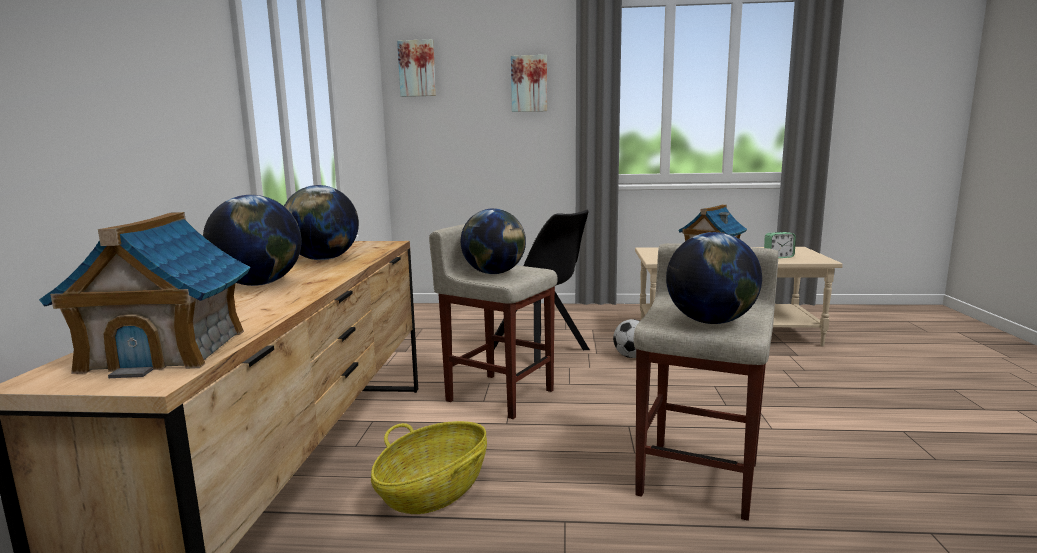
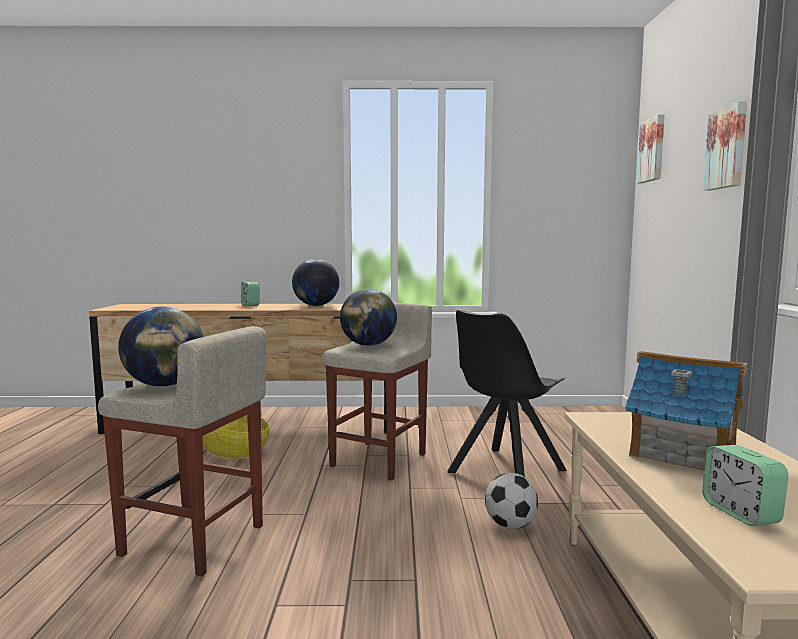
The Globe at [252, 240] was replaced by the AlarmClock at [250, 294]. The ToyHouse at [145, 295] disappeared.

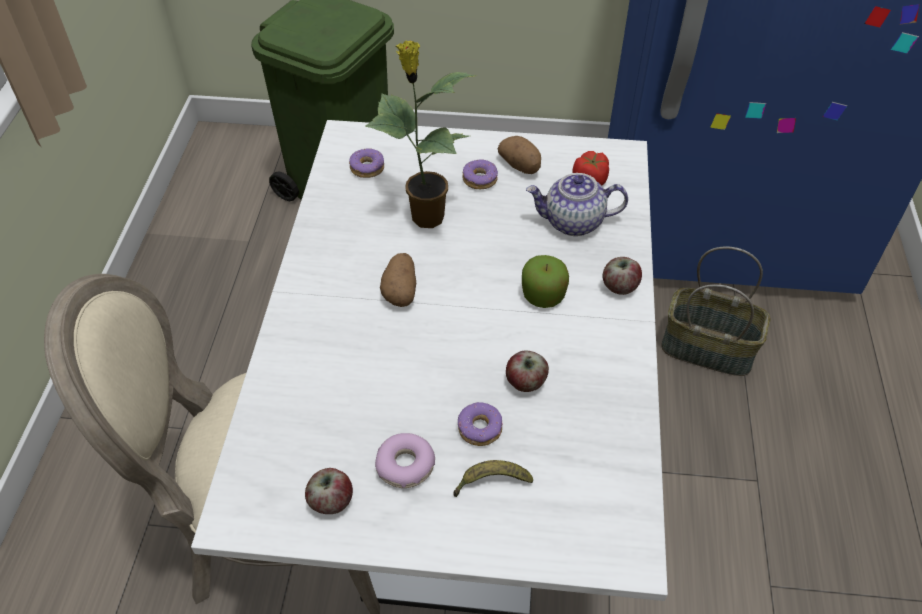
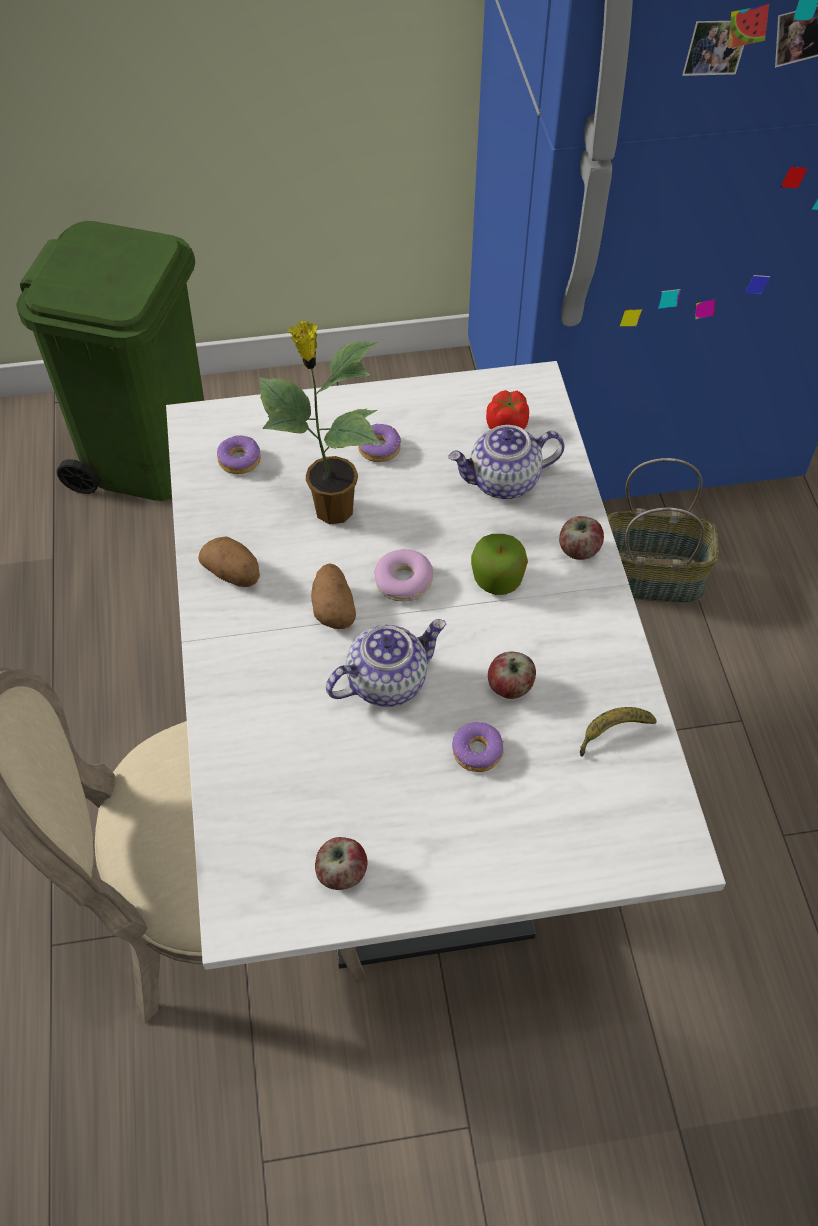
The Potato moved from [519, 155] to [229, 562]. The Donut moved from [405, 460] to [404, 575]. The Banana moved from [493, 478] to [618, 731]. The Teapot at [386, 663] appeared.

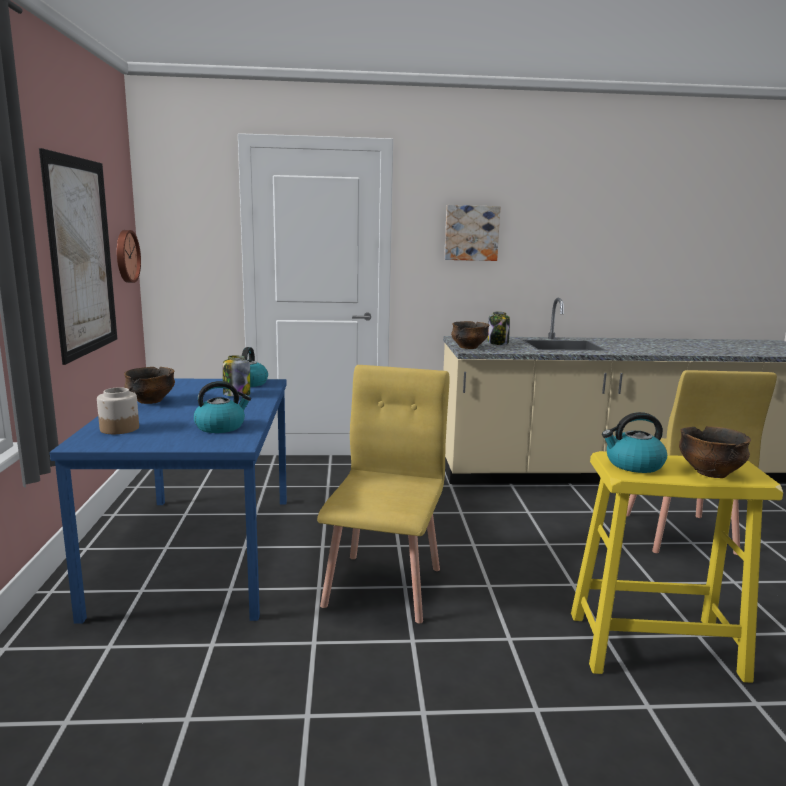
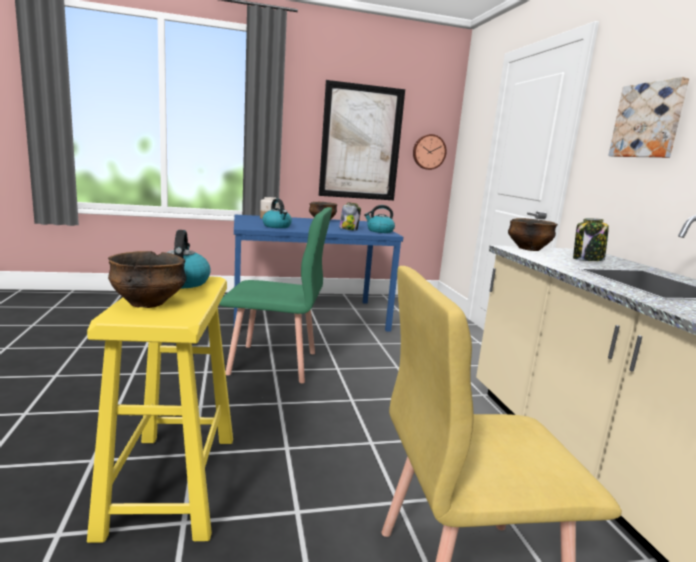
The YellowChair at [383, 494] became the GreenChair at [275, 295].

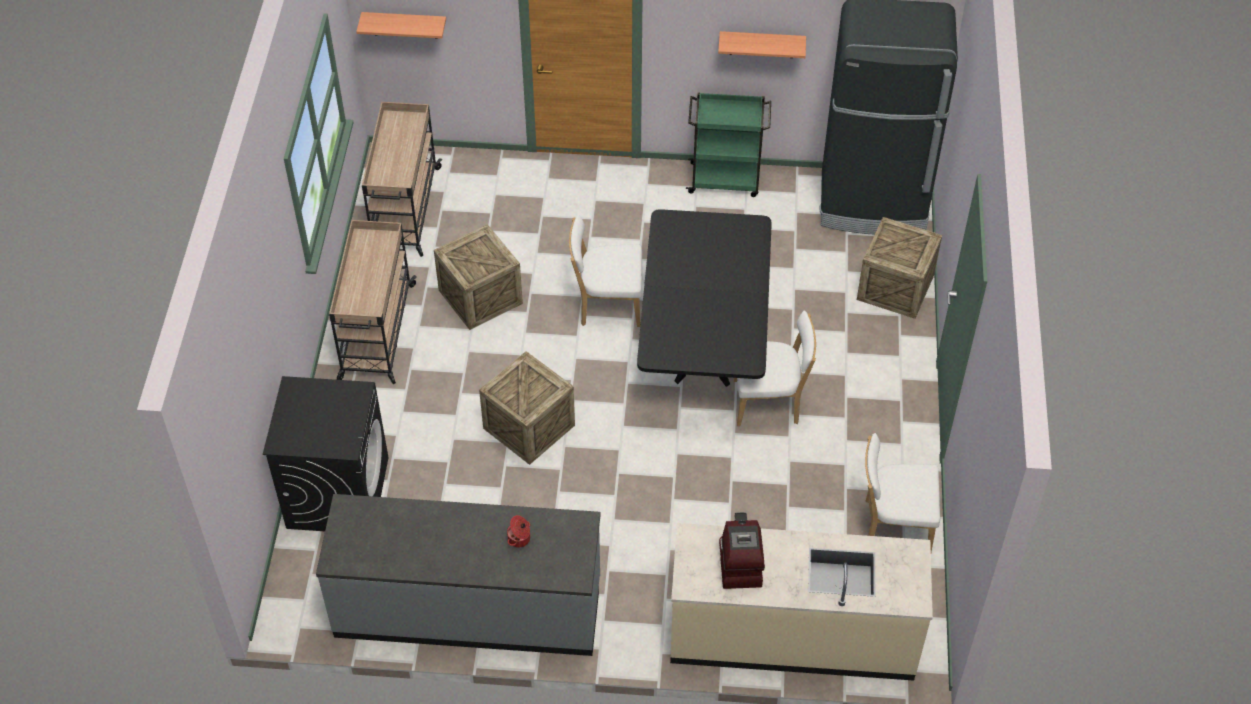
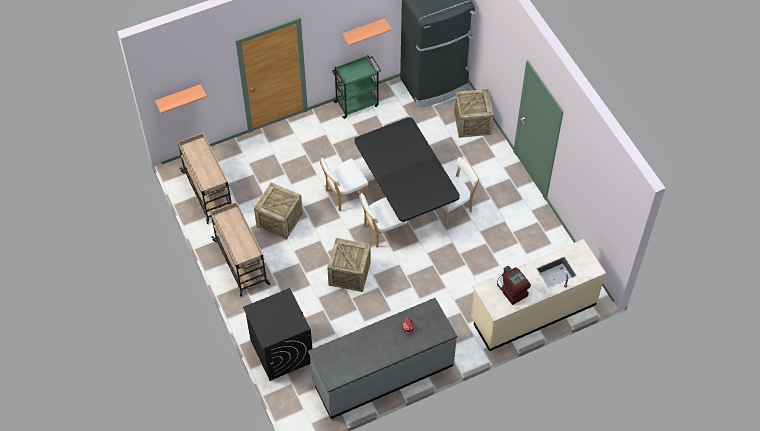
The WhiteChair moved from [902, 492] to [383, 220].

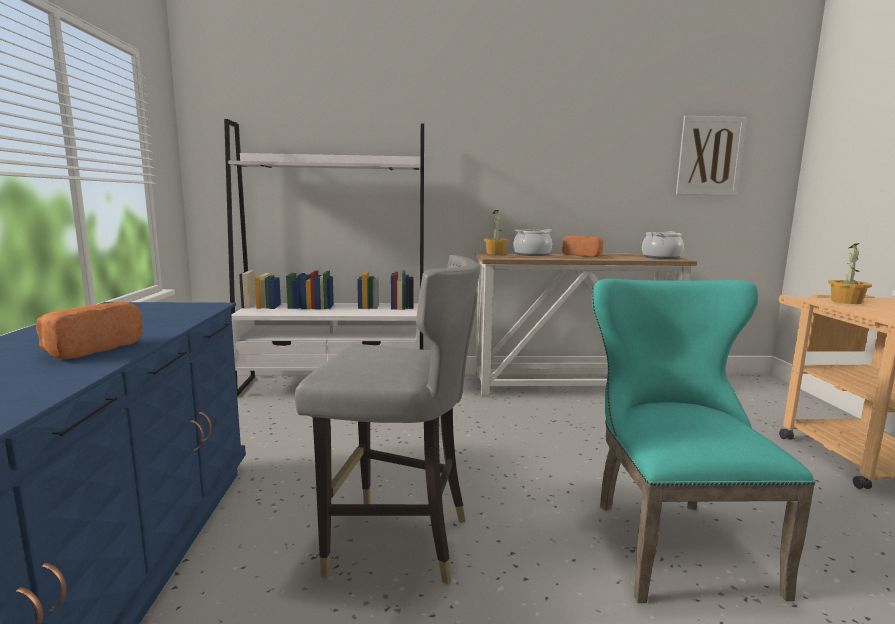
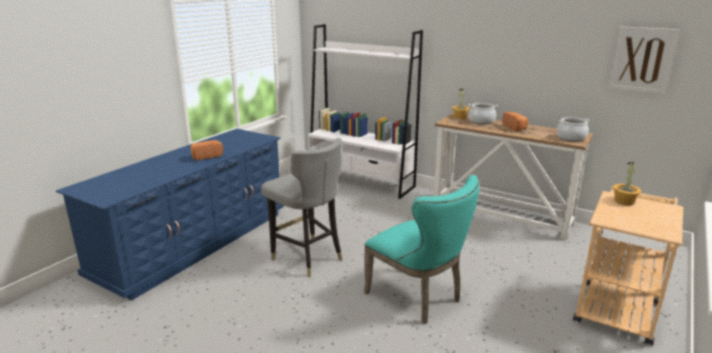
The TurquoiseChair at [703, 441] turned 105 degrees clockwise.

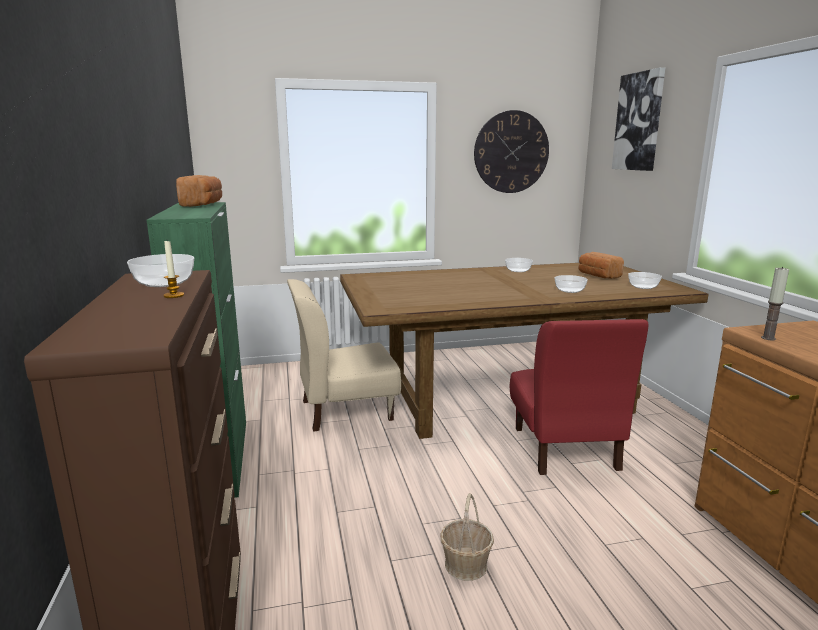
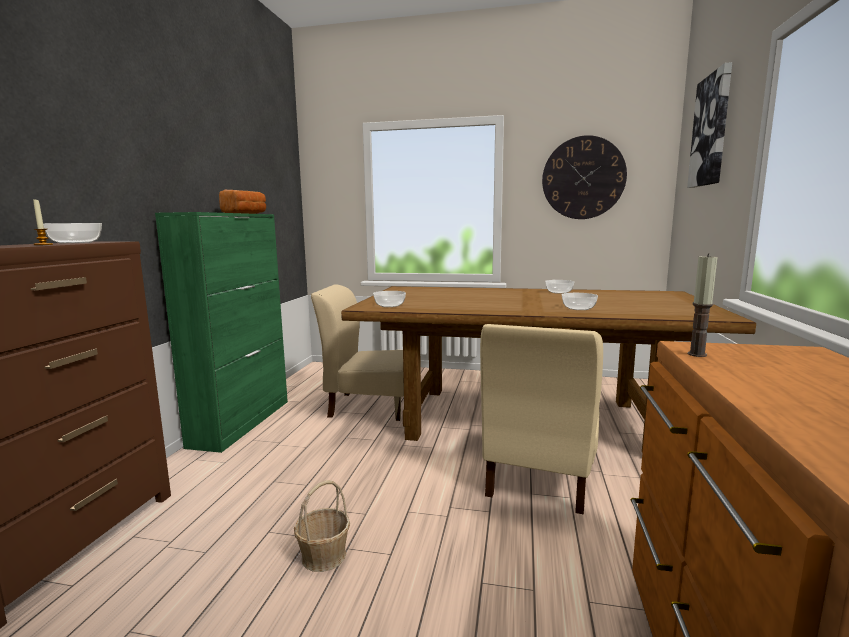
The Bread at [601, 265] disappeared. The Bowl moved from [645, 280] to [389, 299]. The RedChair at [579, 397] became the BeigeChair at [541, 419].

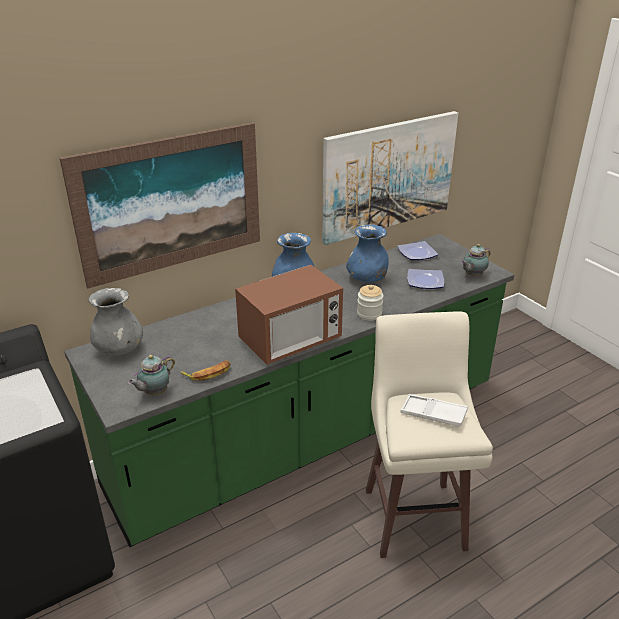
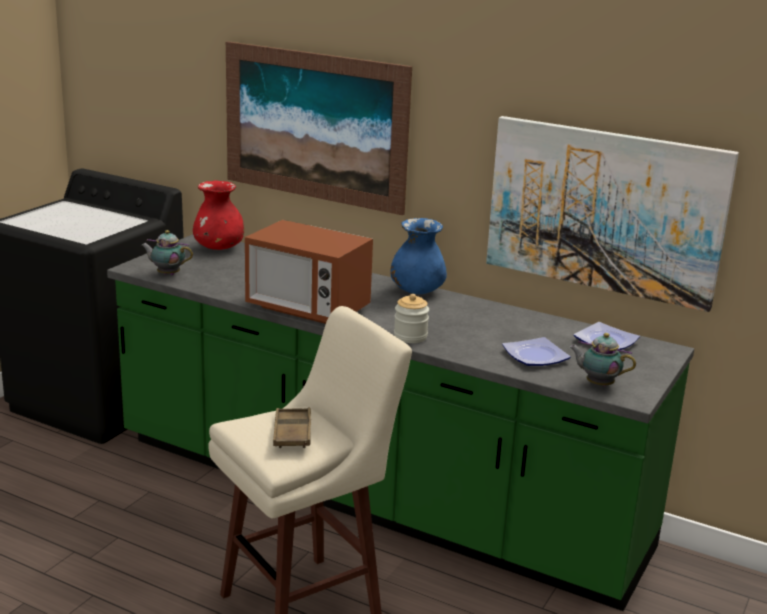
The BlueVase at [367, 253] disappeared. The GreyVase at [115, 321] became the RedVase at [218, 215]. The Banana at [205, 371] disappeared. The WhiteTray at [434, 410] became the BrownTray at [292, 428].

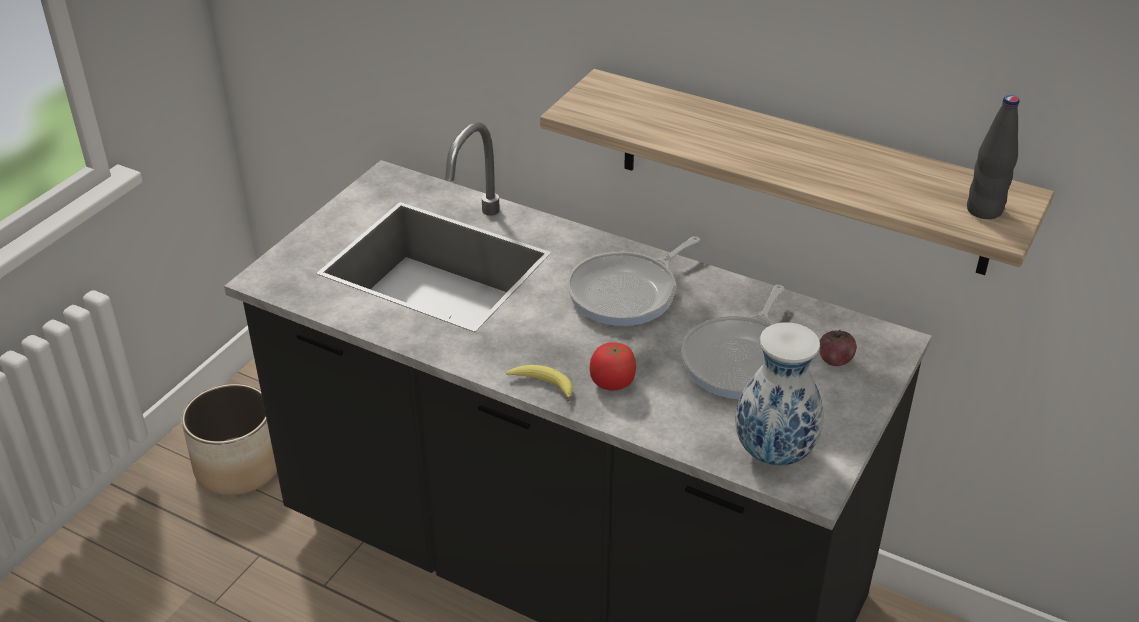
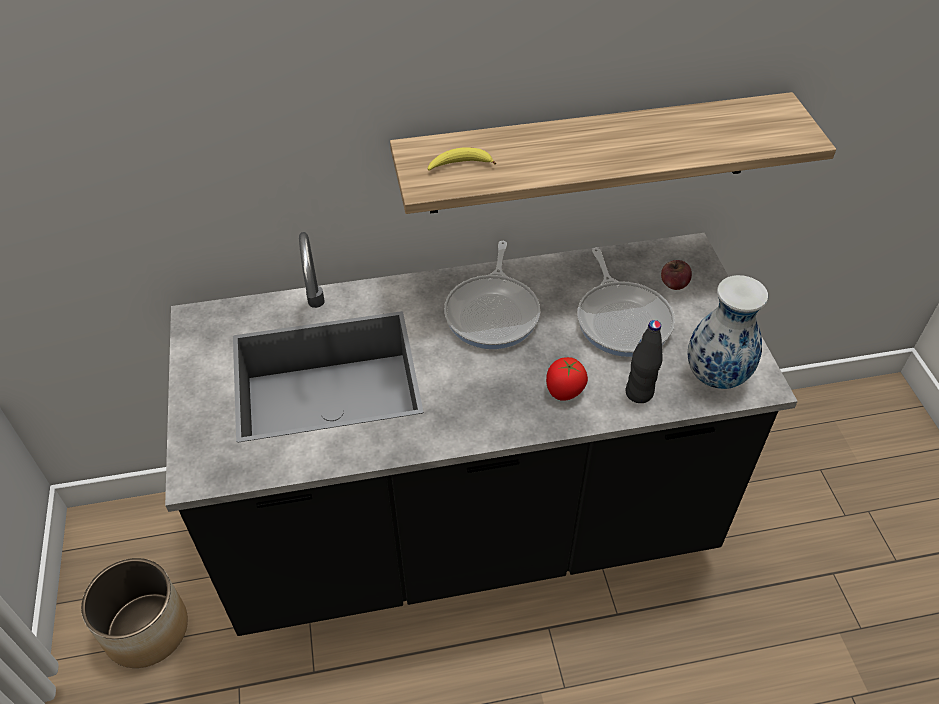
The BlackBottle moved from [993, 157] to [644, 361]. The Banana moved from [539, 383] to [461, 159].

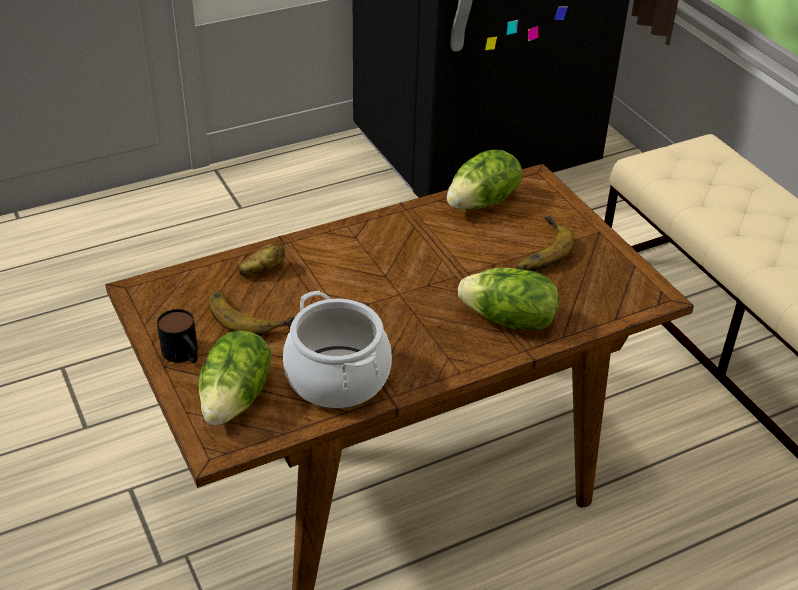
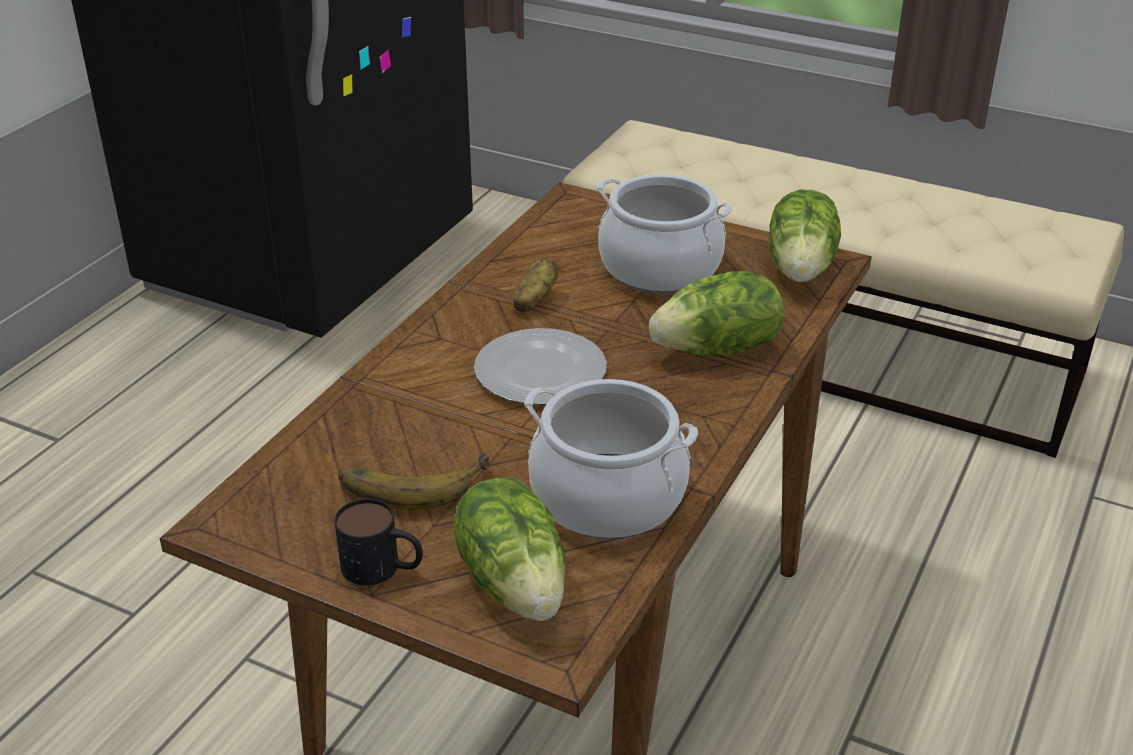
The Lettuce moved from [484, 180] to [805, 236]. The Banana at [545, 243] was replaced by the CookingPot at [664, 233]. The Potato moved from [261, 259] to [536, 285]. The Plate at [540, 366] appeared.

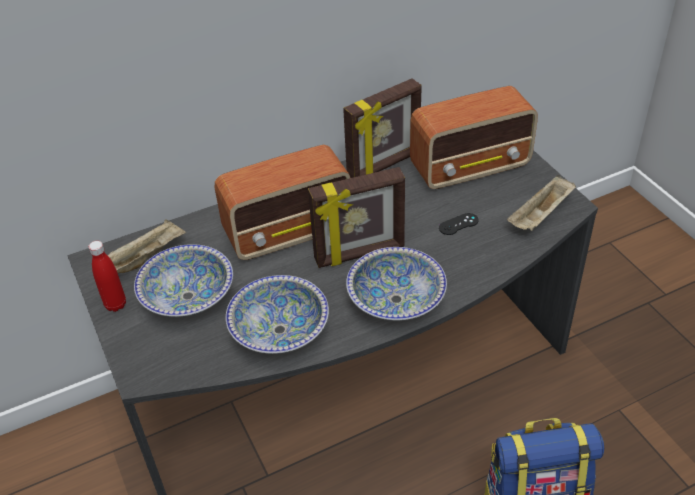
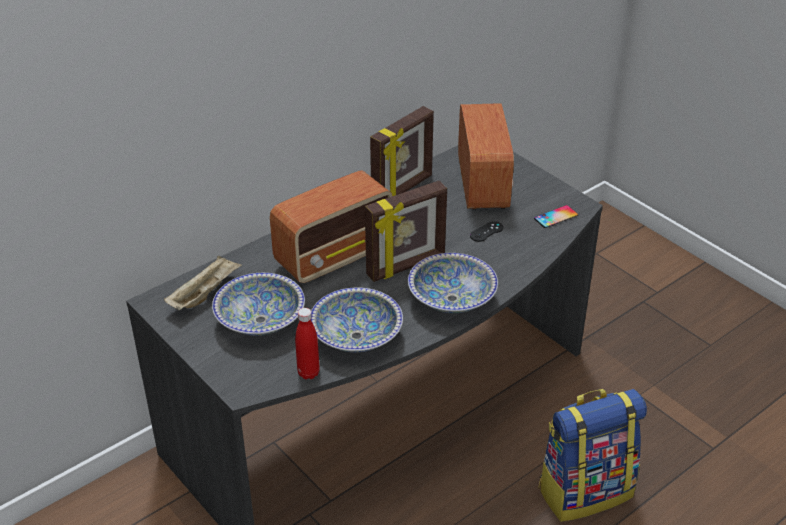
The Radio at [474, 138] turned 60 degrees counterclockwise. The BeigeTray at [541, 203] was replaced by the Phone at [556, 216]. The RedBottle moved from [107, 276] to [307, 343].

